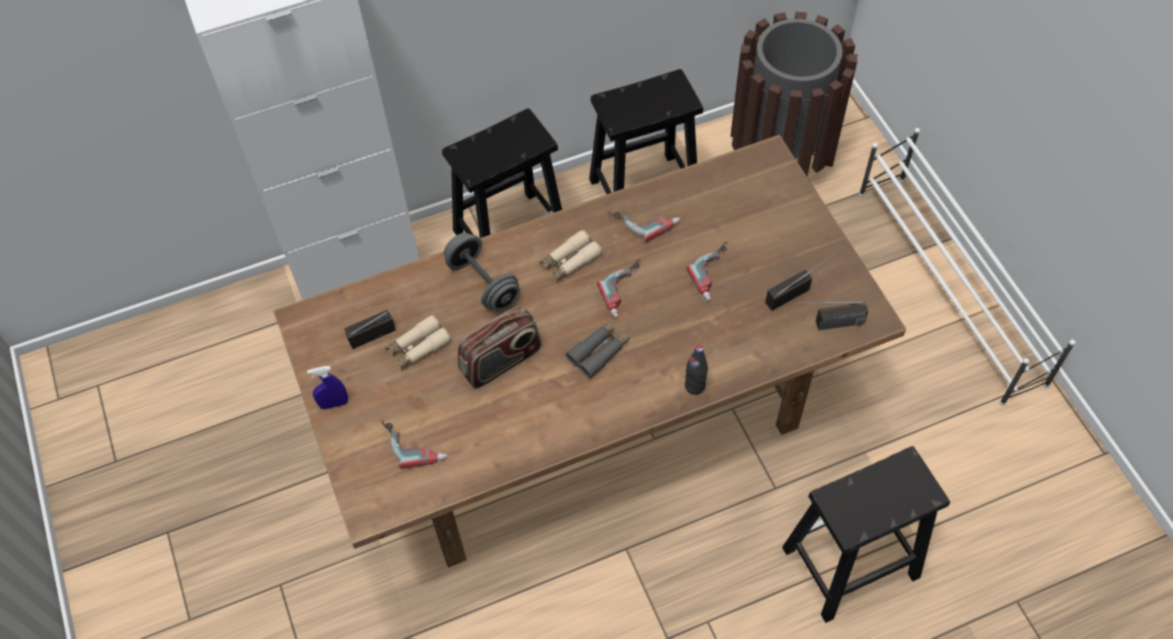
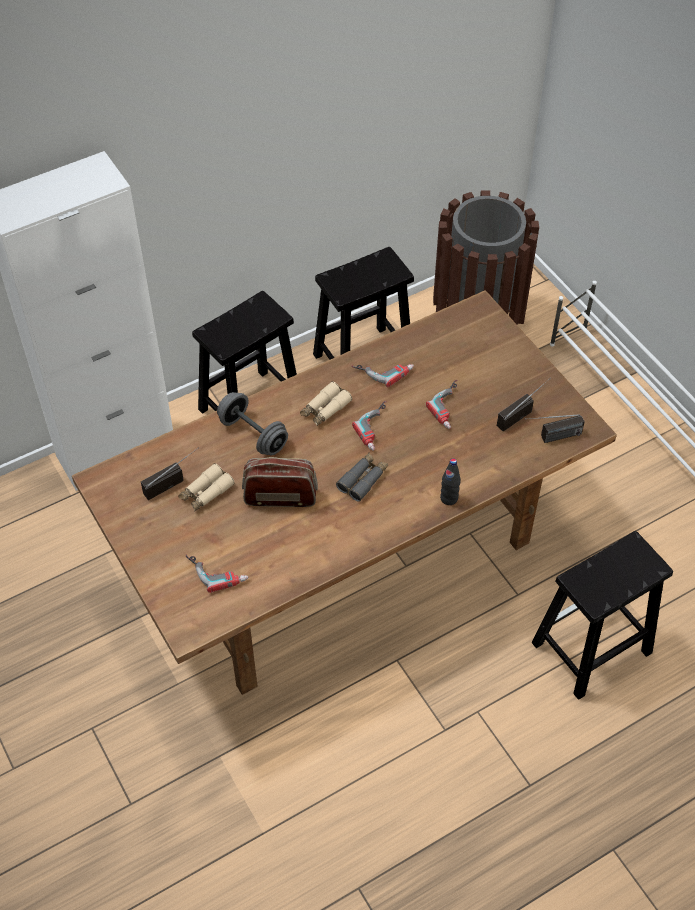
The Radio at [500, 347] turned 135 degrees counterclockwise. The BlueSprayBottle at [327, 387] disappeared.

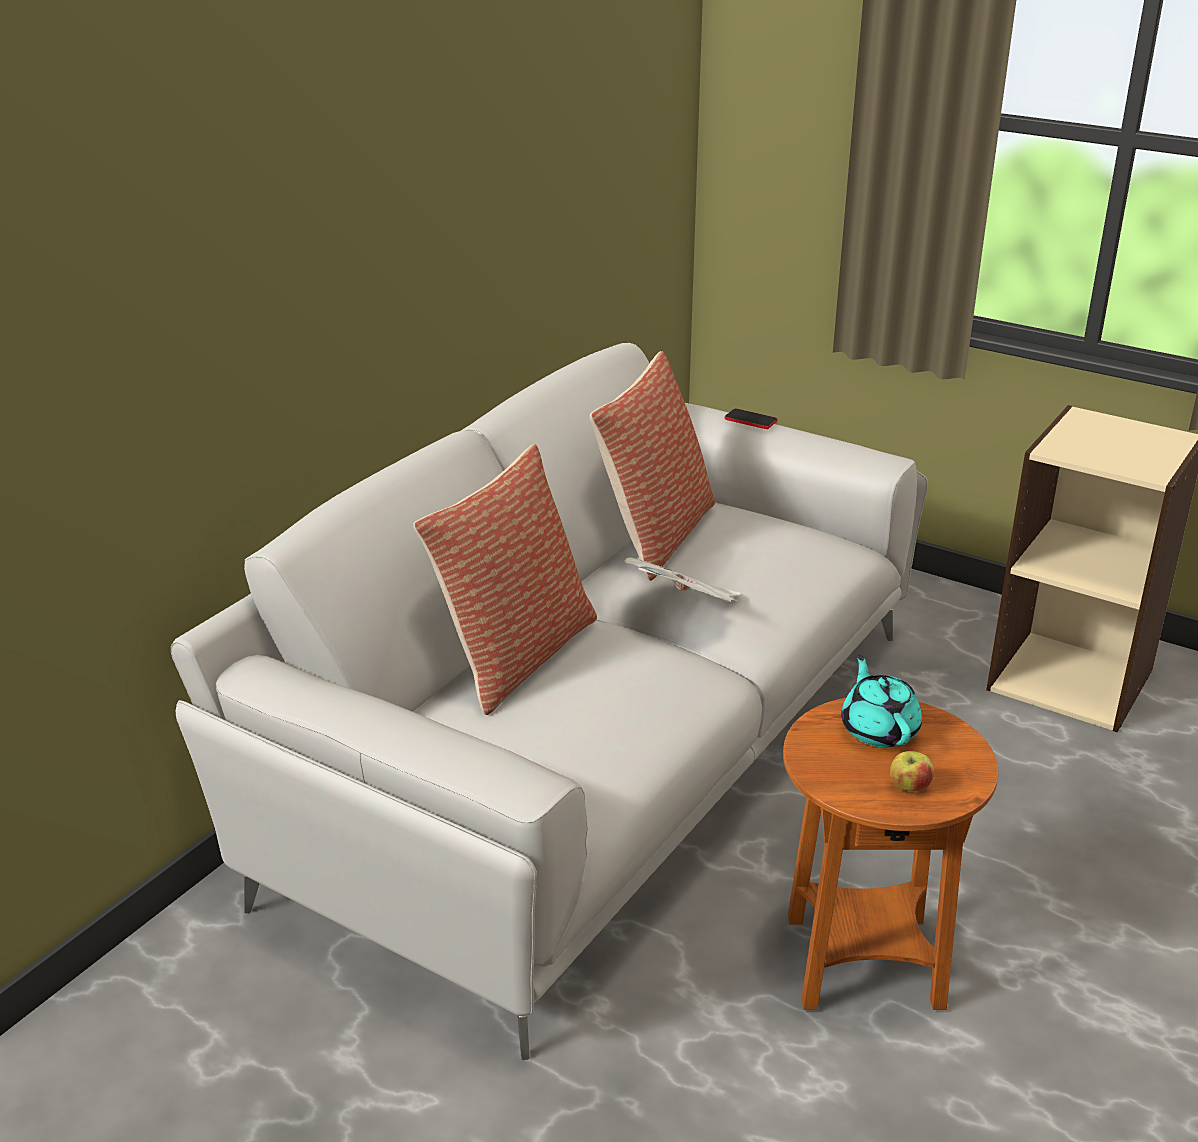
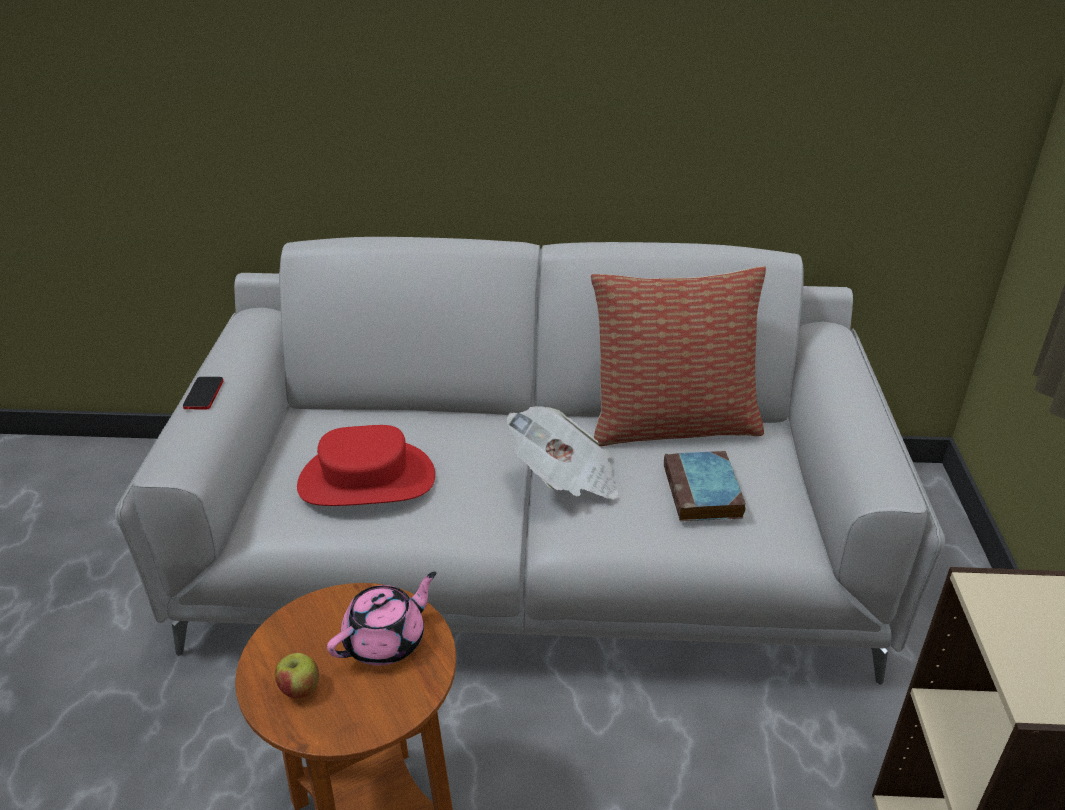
The Phone moved from [751, 419] to [203, 393]. The Pillow at [505, 579] disappeared. The TurquoiseTeapot at [881, 700] became the PinkTeapot at [382, 619]. The RedHat at [366, 465] appeared. The Book at [705, 486] appeared.

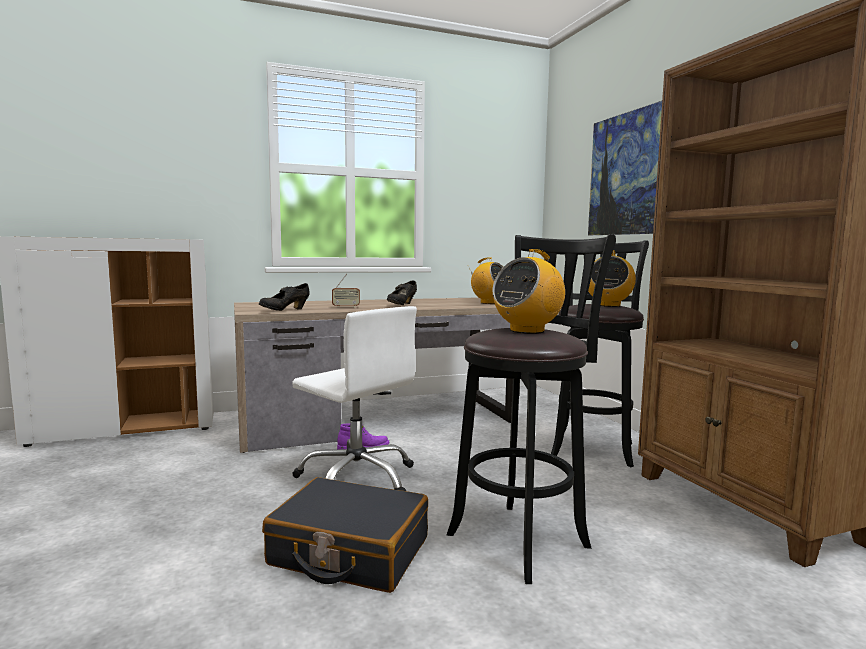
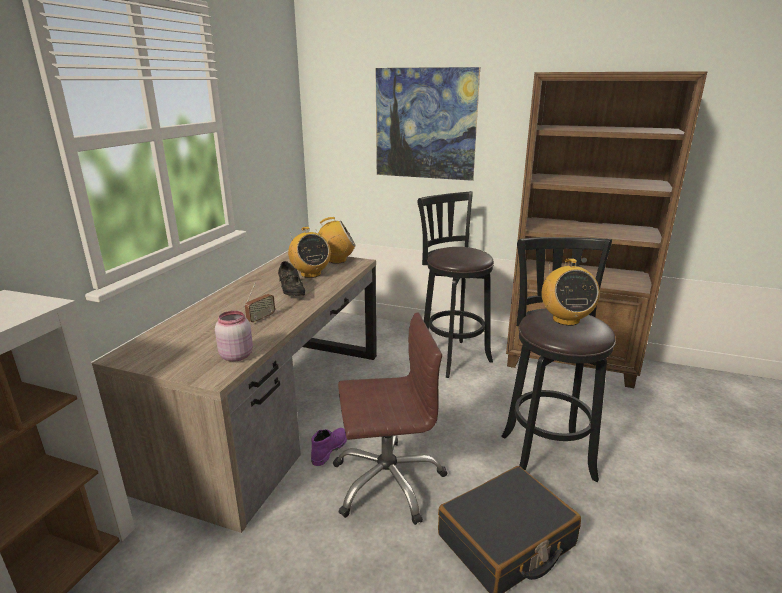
The Radio moved from [612, 278] to [309, 252]. The BlackShoe at [284, 297] was replaced by the PinkJar at [234, 336]. The WhiteOfficeChair at [354, 398] became the BrownOfficeChair at [390, 419].

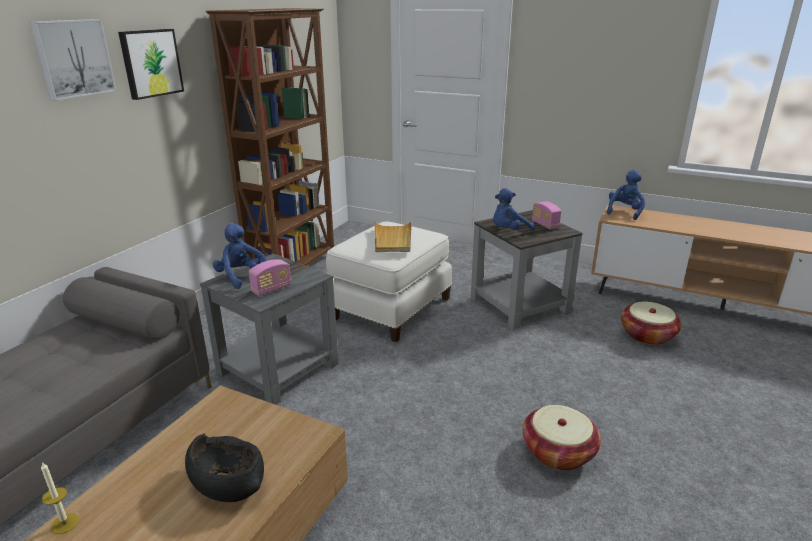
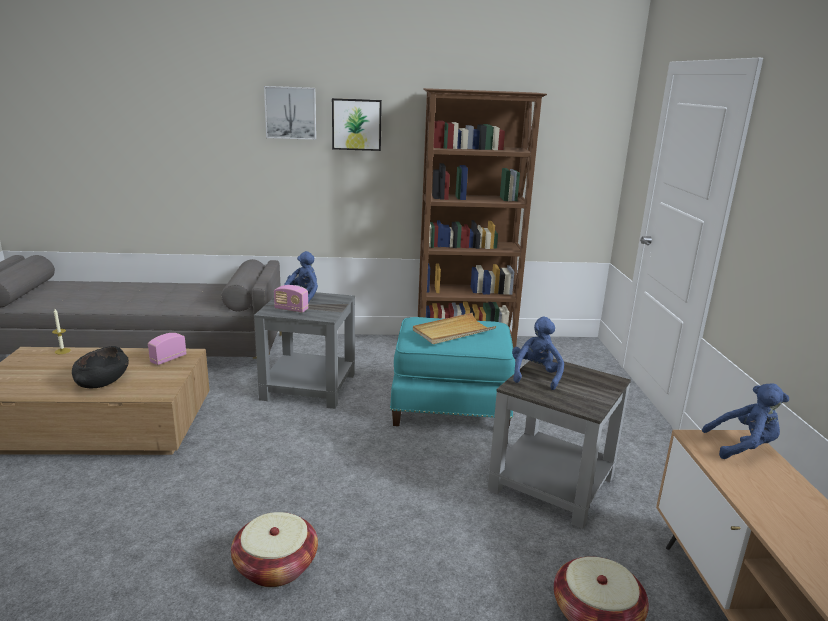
The BluePlushToy at [514, 209] turned 75 degrees clockwise. The Radio moved from [546, 215] to [167, 349]. The WhiteOttoman at [389, 281] became the TurquoiseOttoman at [452, 371].

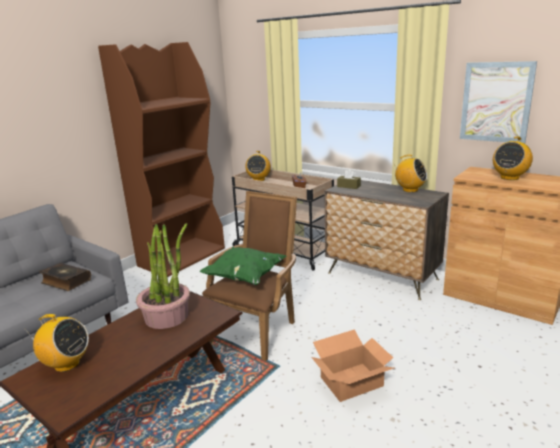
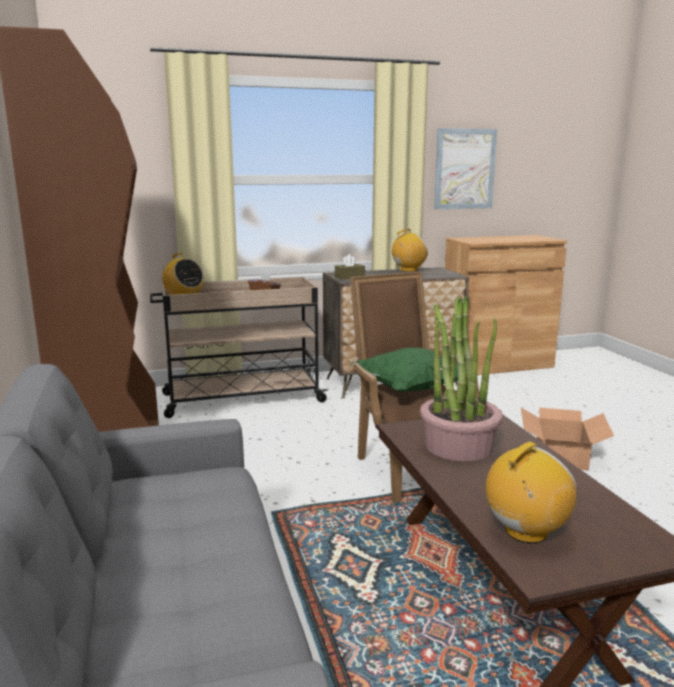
The Radio at [513, 158] disappeared. The Book at [65, 277] disappeared.

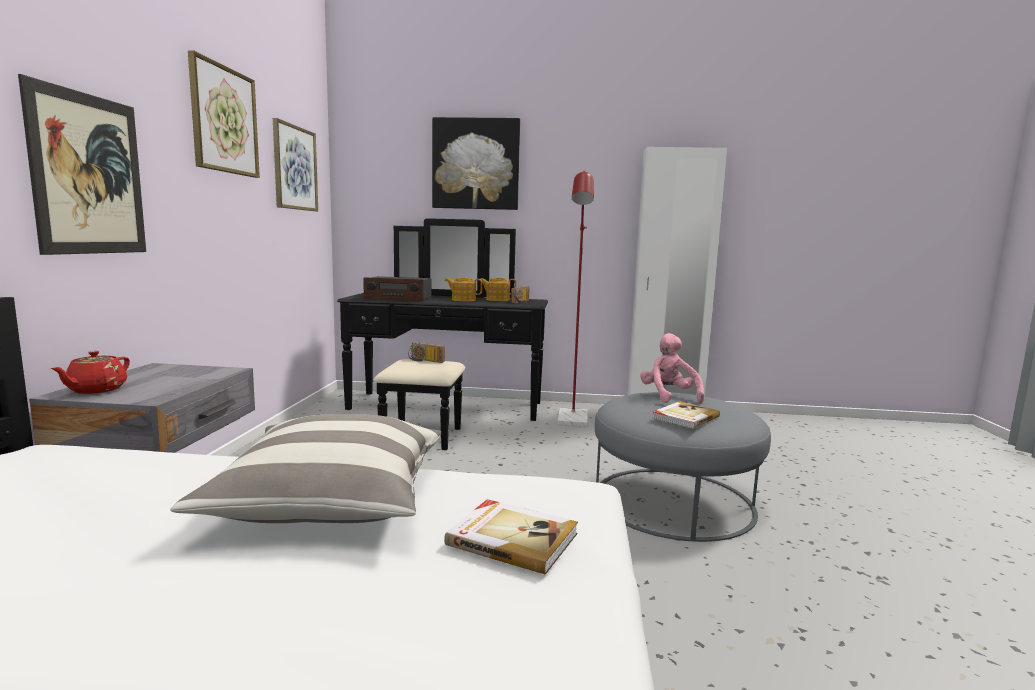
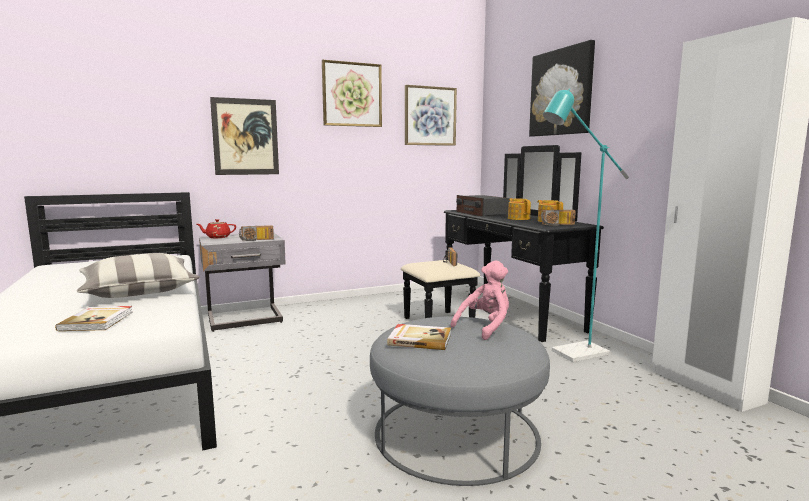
The RedFloorLamp at [575, 298] became the TurquoiseFloorLamp at [586, 225]. The Radio at [256, 233] appeared.

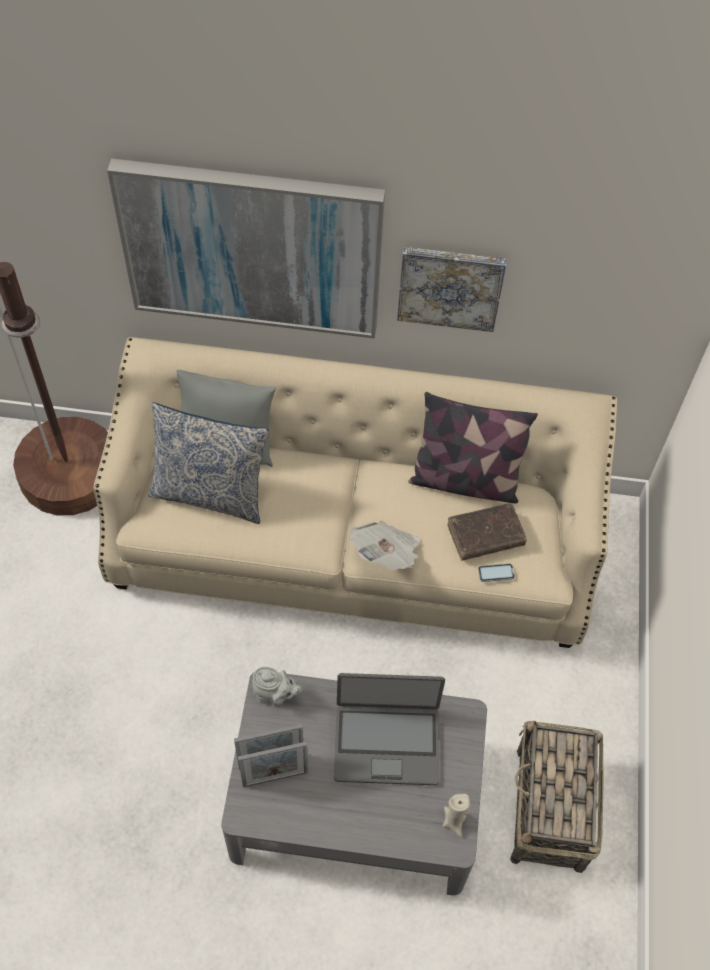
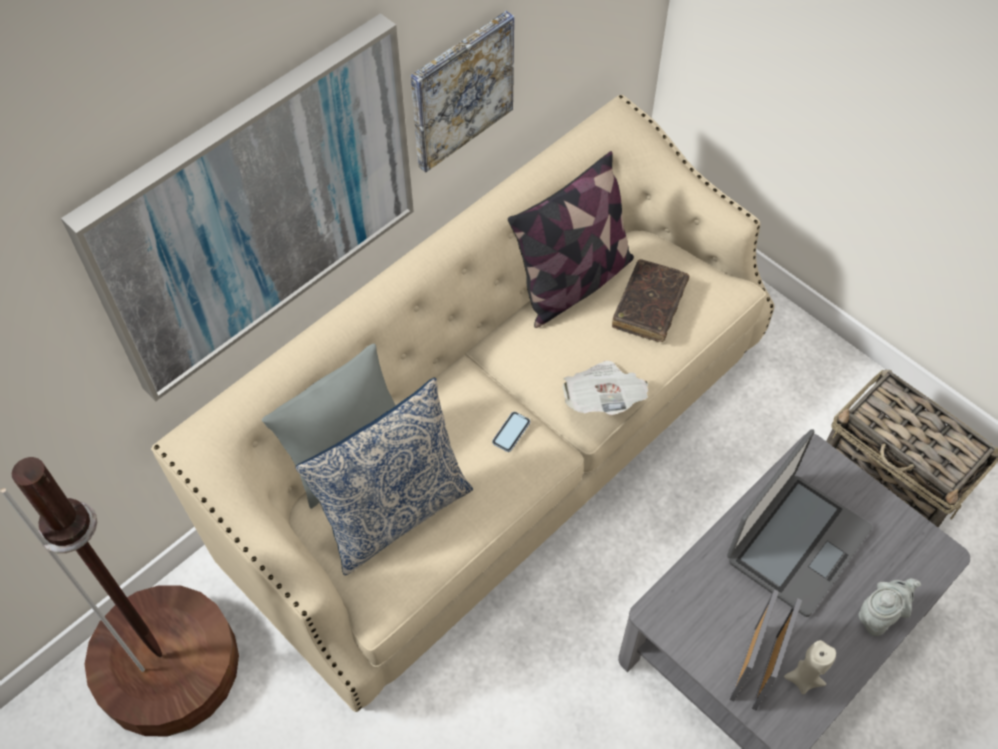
The Phone moved from [496, 572] to [511, 432]. The GreyTeapot moved from [277, 687] to [890, 607]. The BeigeCandle moved from [456, 815] to [810, 667].

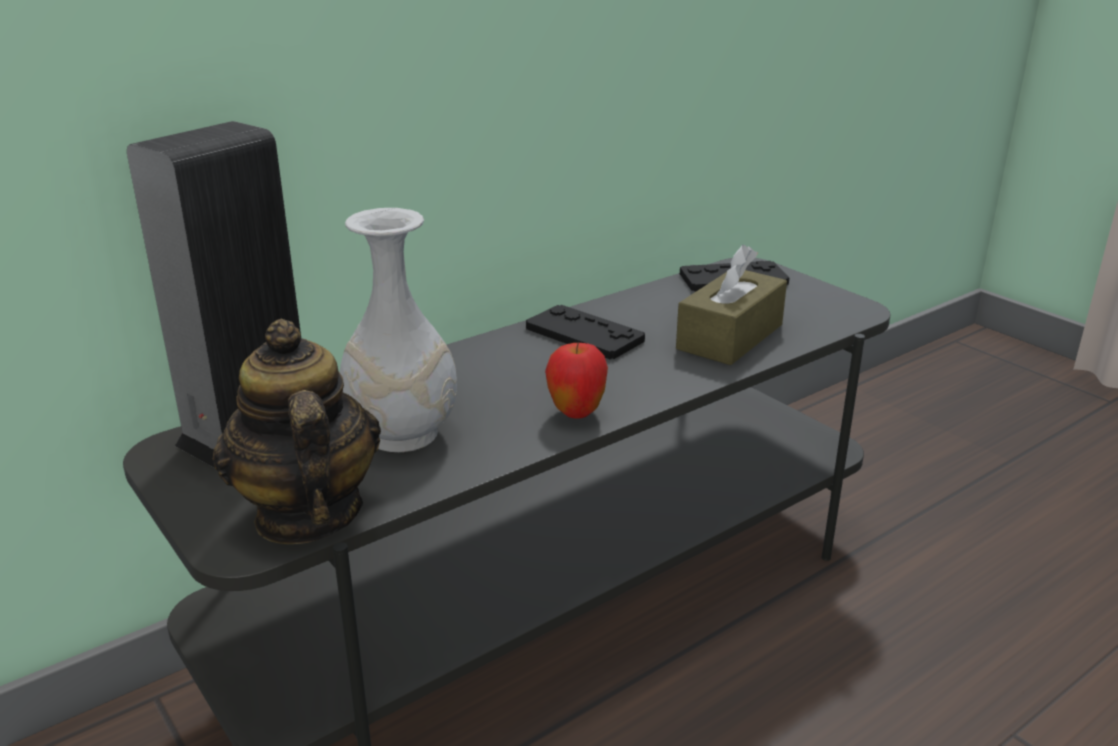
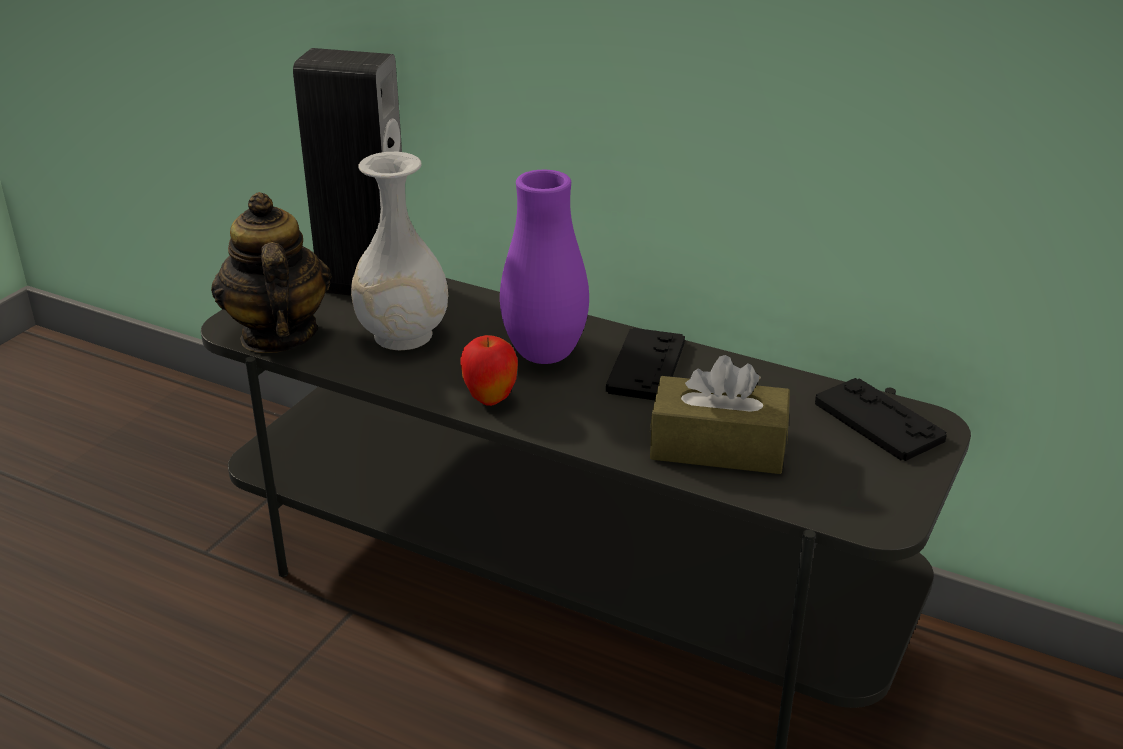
The Teapot at [297, 431] turned 60 degrees counterclockwise. The PurpleVase at [544, 267] appeared.

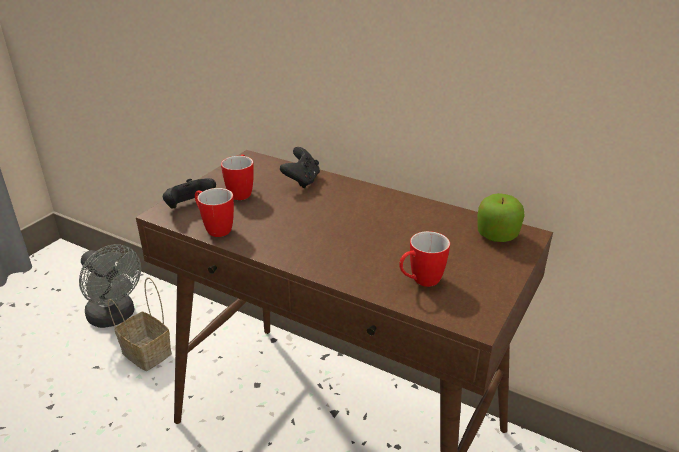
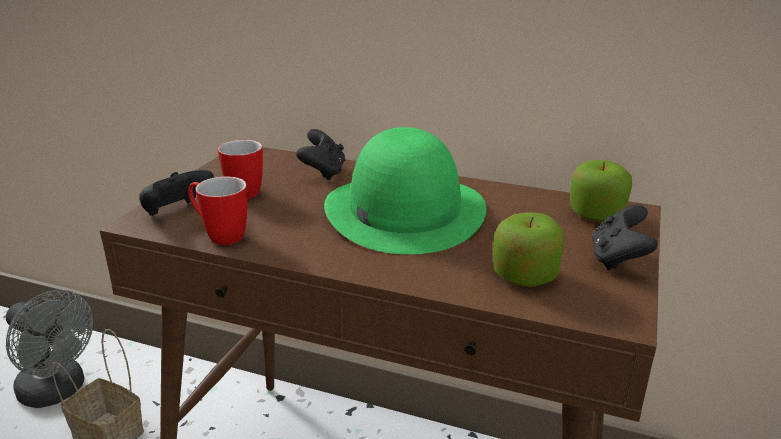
The Mug at [424, 259] was replaced by the Apple at [528, 249]. The GreenHat at [405, 190] appeared. The BlackGameController at [625, 237] appeared.

